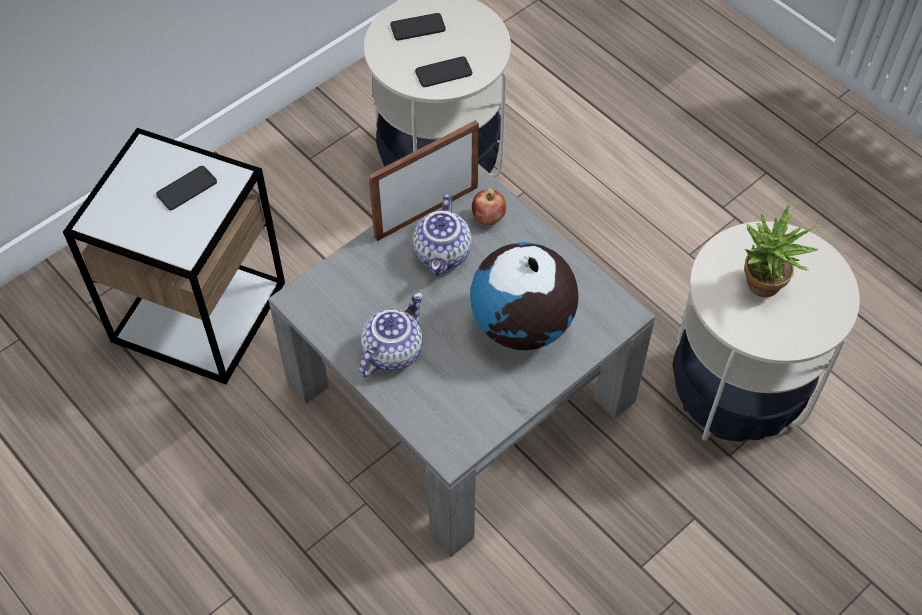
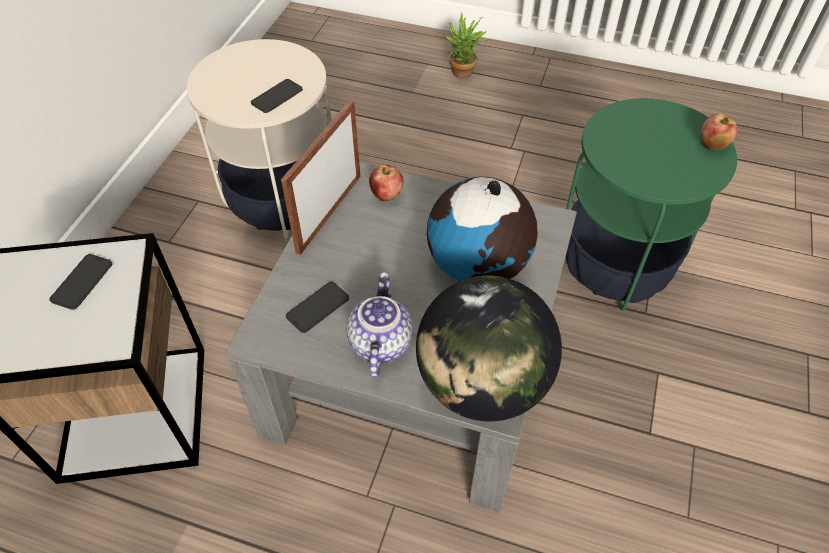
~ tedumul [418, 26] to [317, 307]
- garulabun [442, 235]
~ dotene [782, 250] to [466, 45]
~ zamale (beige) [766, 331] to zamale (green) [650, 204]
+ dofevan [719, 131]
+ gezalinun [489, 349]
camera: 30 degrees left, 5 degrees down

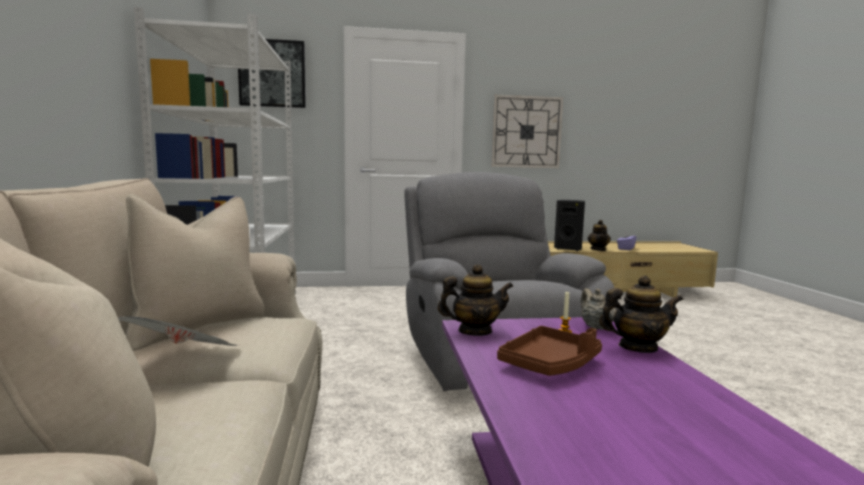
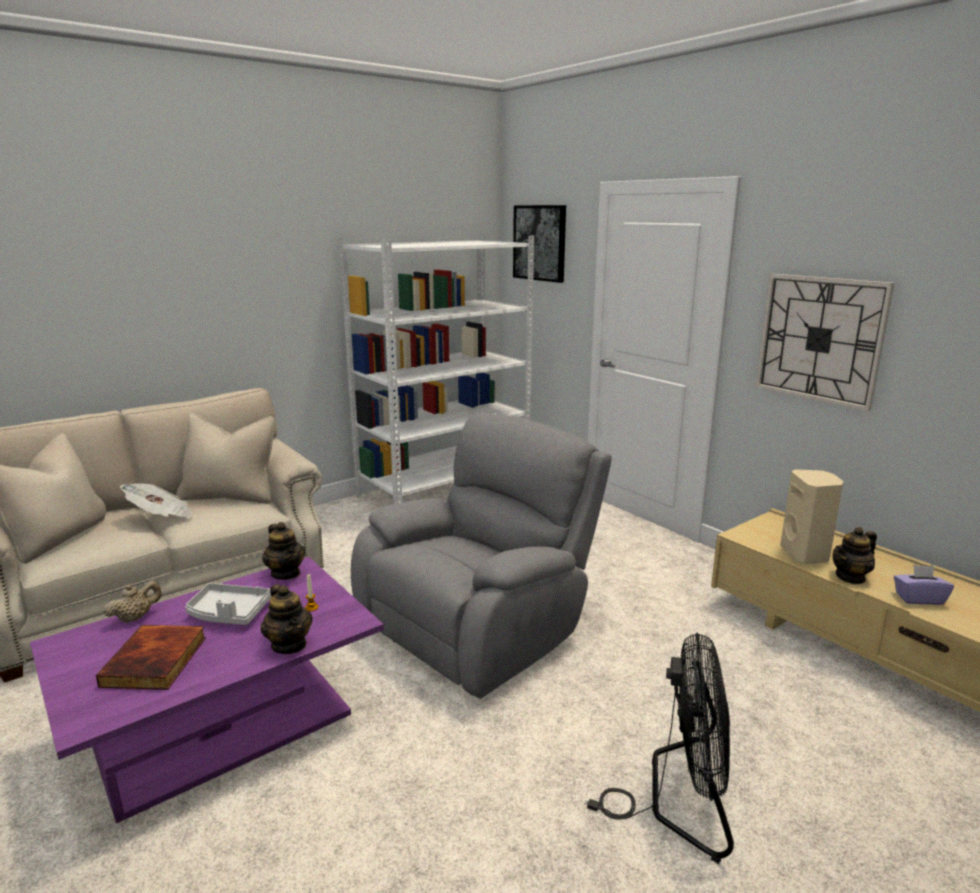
~ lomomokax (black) [569, 225] to lomomokax (beige) [812, 516]
~ garulabun (beige) [598, 309] to [132, 602]
~ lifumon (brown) [549, 351] to lifumon (grey) [228, 604]
+ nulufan [151, 657]
+ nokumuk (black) [659, 748]
camera: 60 degrees right, 10 degrees up

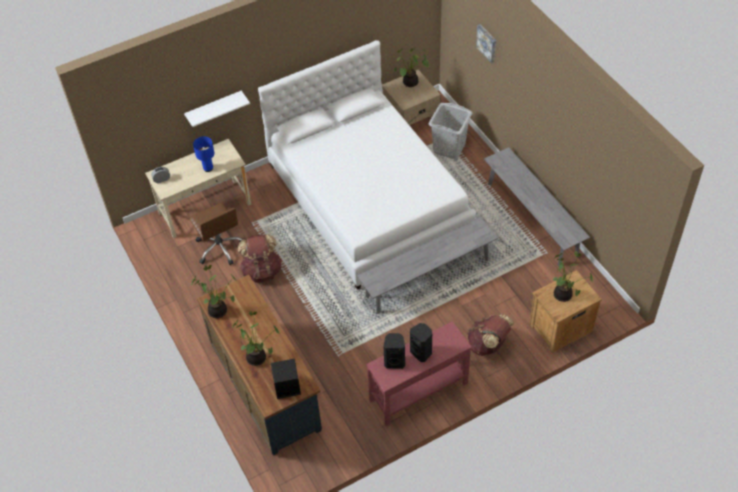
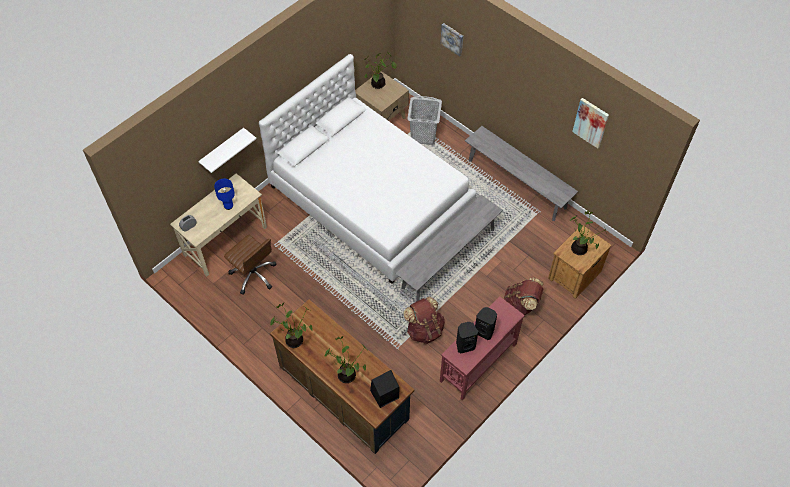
~ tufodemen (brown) [260, 258] to [424, 320]
+ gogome [590, 123]
camera: 20 degrees left, 5 degrees up

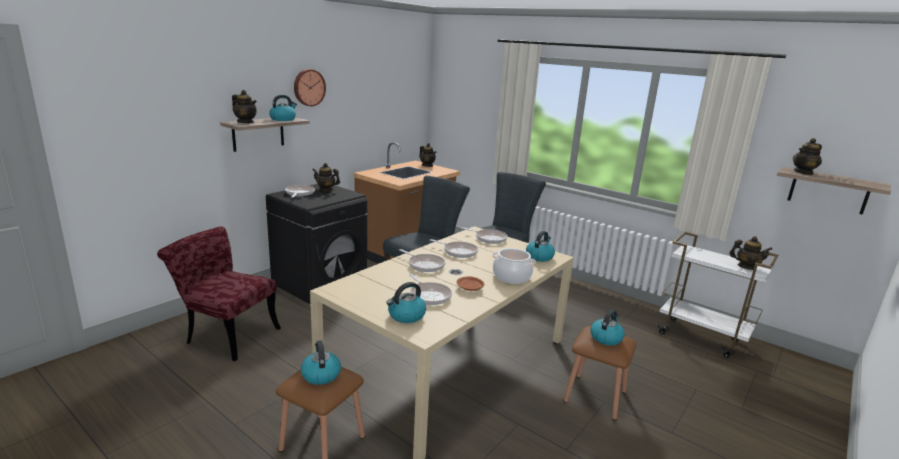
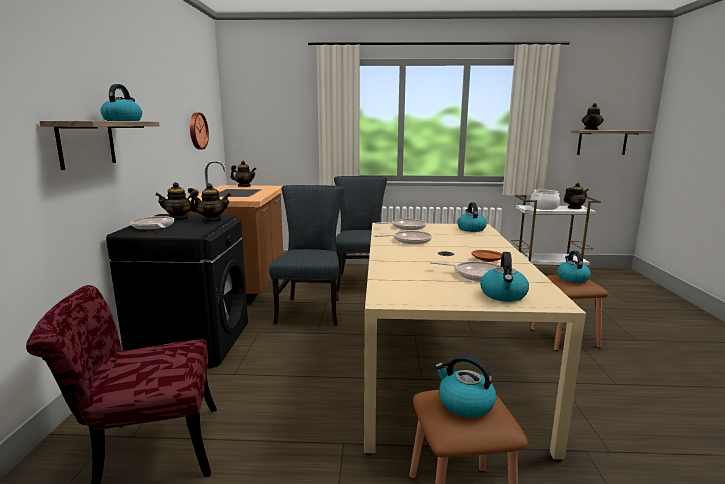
~ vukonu [310, 87] to [199, 131]
~ garulabun [244, 106] to [210, 202]
~ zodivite [514, 266] to [545, 200]
- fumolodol [422, 260]
camera: 35 degrees left, 5 degrees down

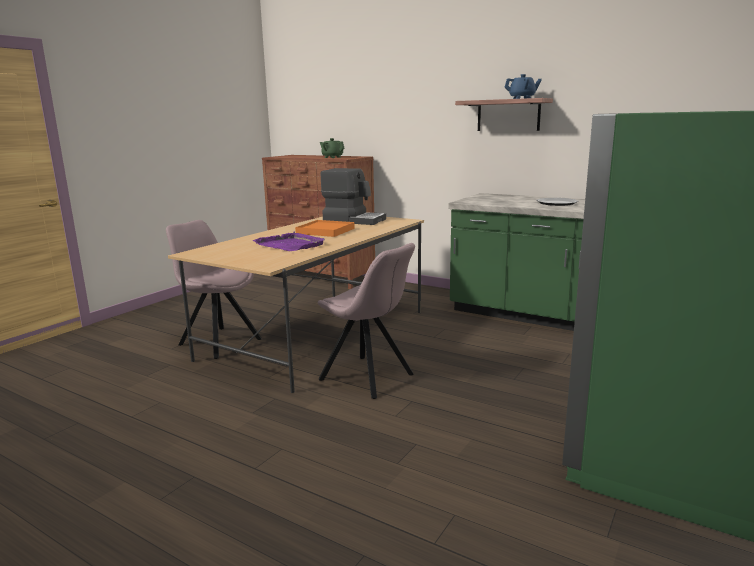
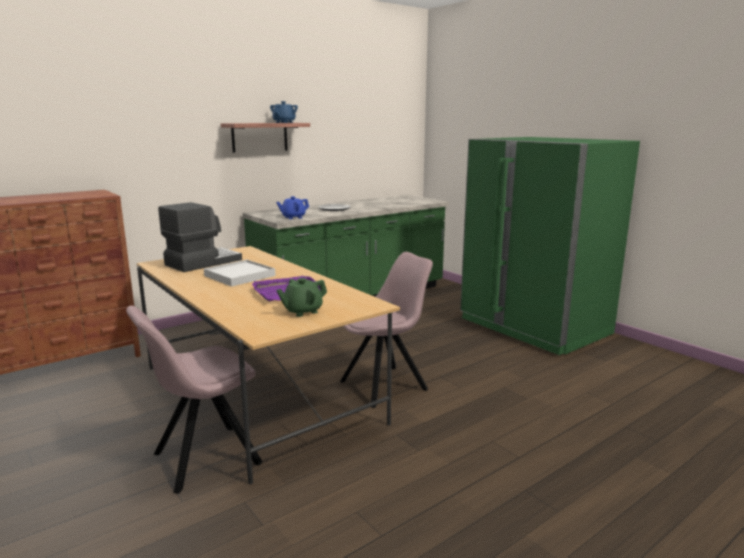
~ garulabun (green) [332, 148] to [301, 297]
~ lifumon (orange) [325, 228] to lifumon (white) [239, 273]
+ garulabun (blue) [292, 207]
camera: 70 degrees left, 0 degrees up

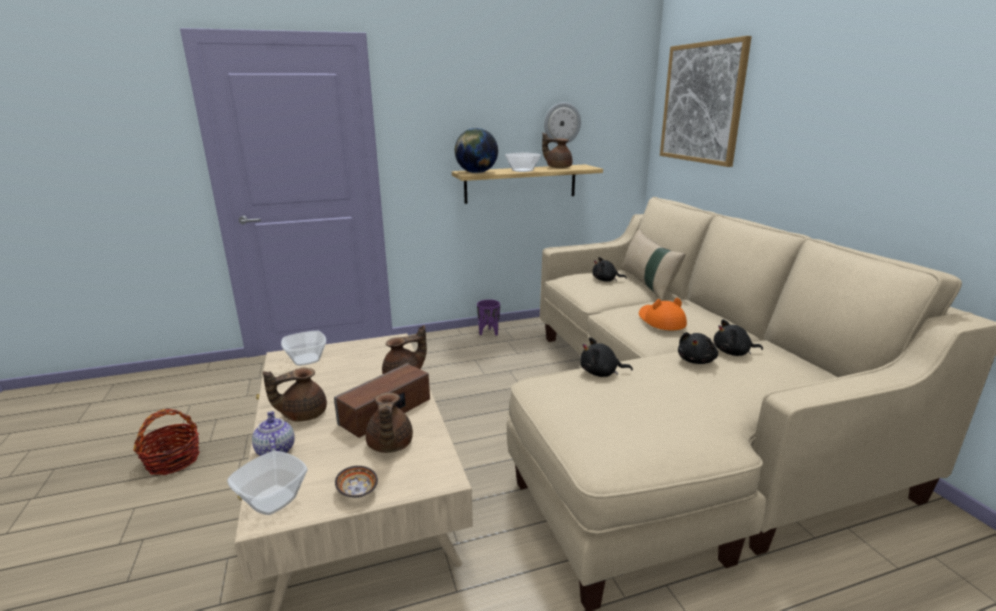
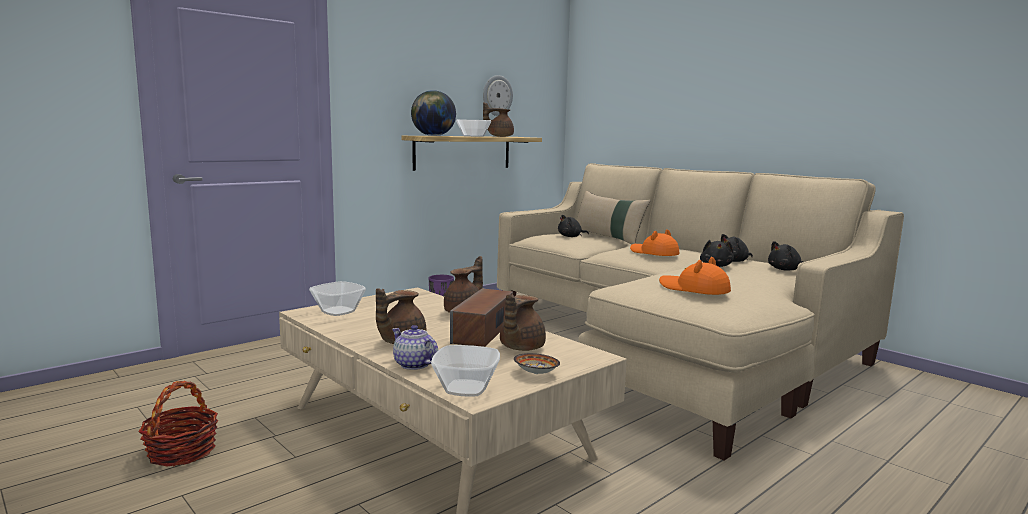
- gogome [706, 101]
~ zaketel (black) [606, 357] to [785, 256]
~ garulabun (brown) [389, 423] = [523, 322] 60 degrees clockwise
+ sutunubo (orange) [695, 276]
camera: 25 degrees left, 10 degrees down

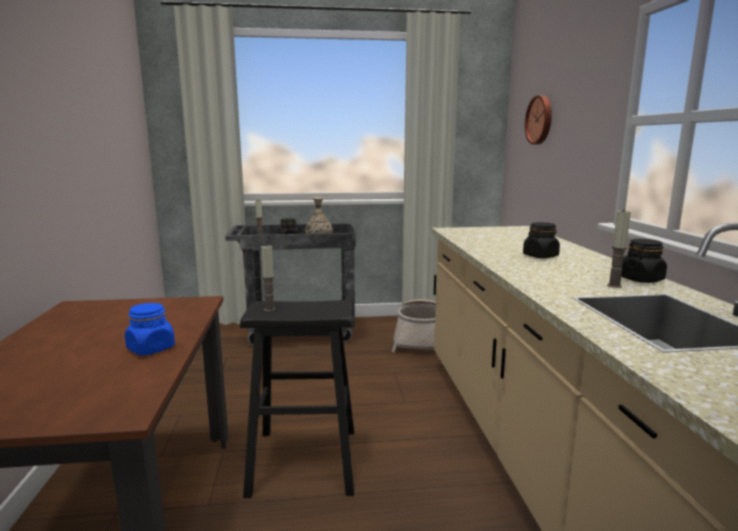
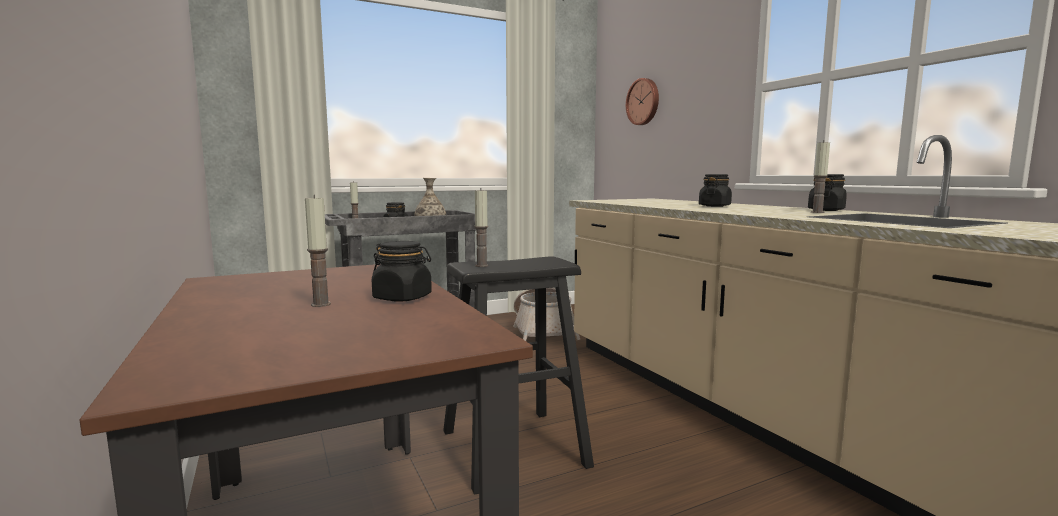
~ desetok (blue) [150, 329] to desetok (black) [402, 271]
+ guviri [318, 251]
camera: 20 degrees left, 5 degrees down

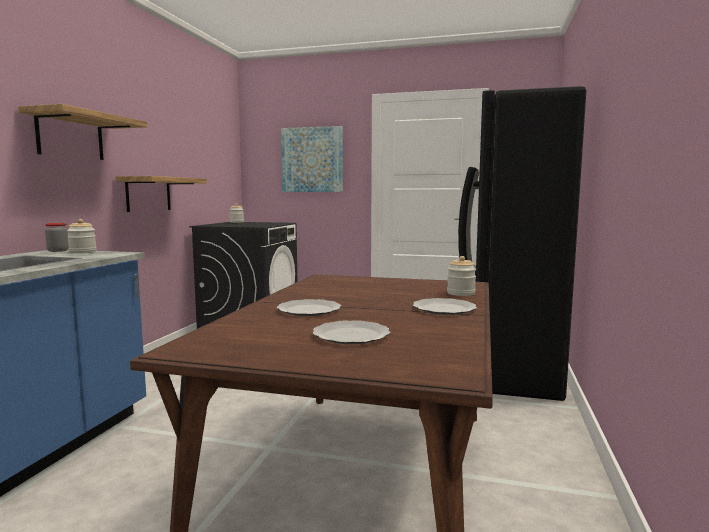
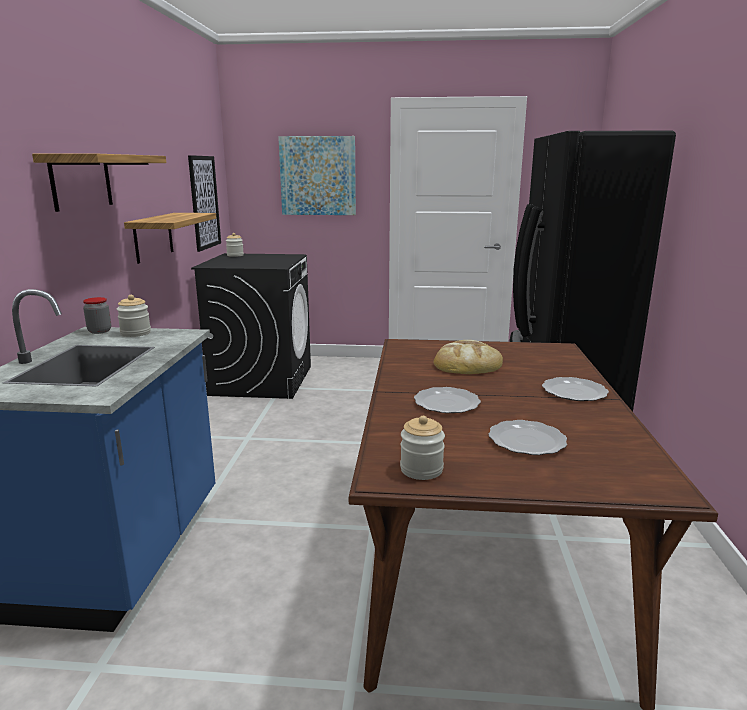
~ desetok [461, 276] to [422, 448]
+ gogome [204, 203]
+ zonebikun [468, 357]
camera: 10 degrees left, 10 degrees up

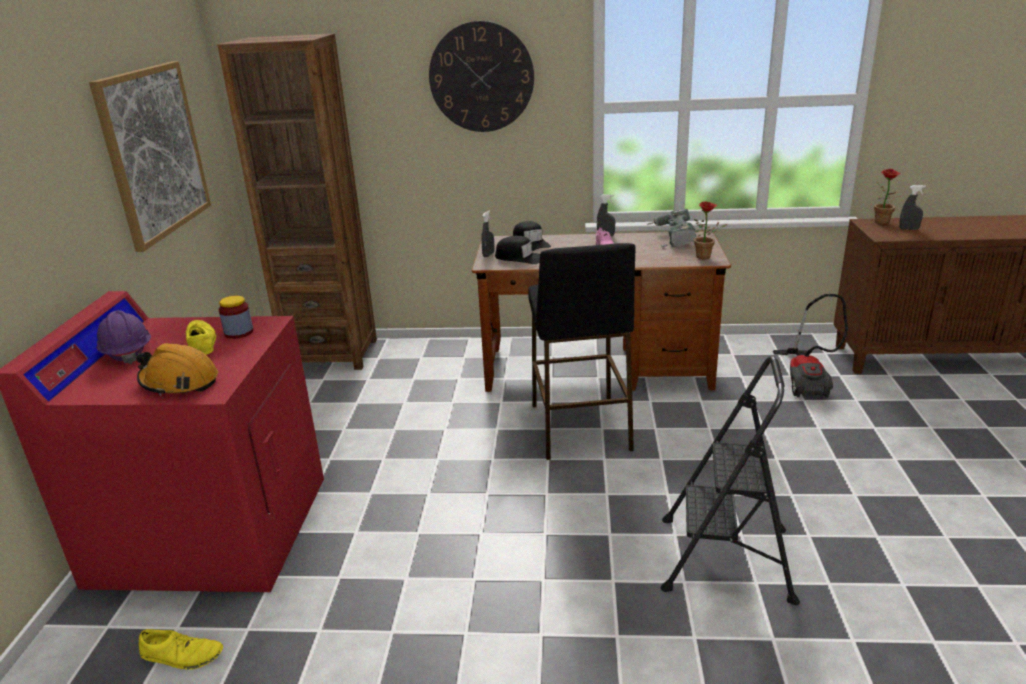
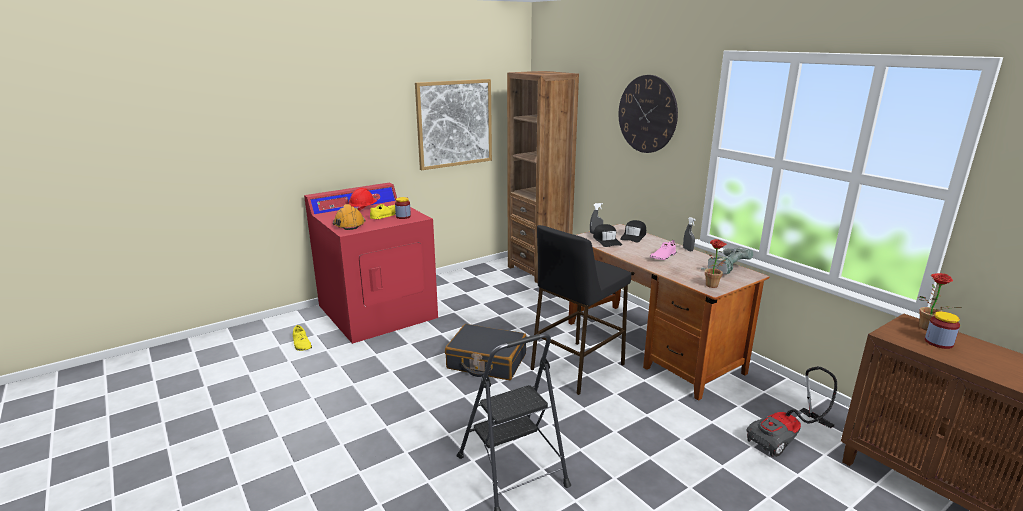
~ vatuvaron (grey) [912, 207] to desetok [942, 330]
~ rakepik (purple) [123, 337] to rakepik (red) [363, 199]
+ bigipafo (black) [485, 352]
camera: 50 degrees right, 5 degrees down

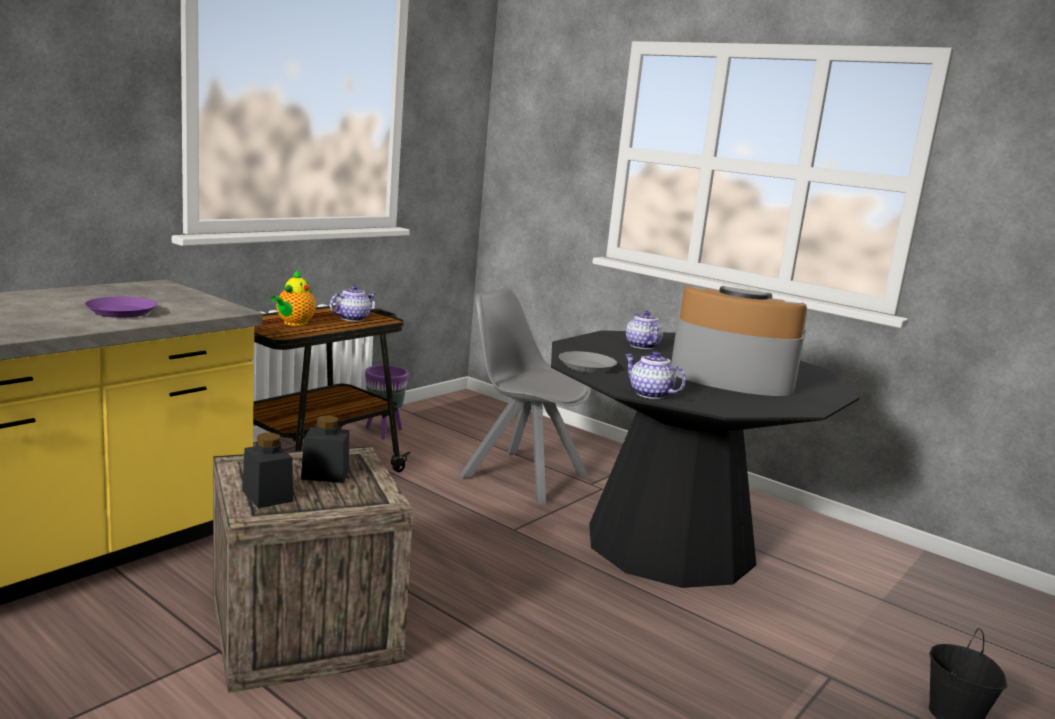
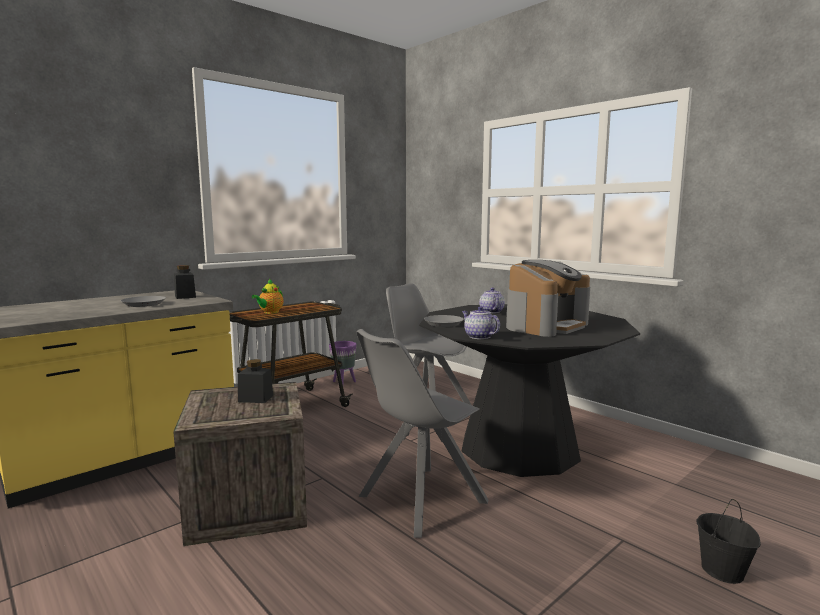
- garulabun [353, 303]
~ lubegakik [739, 340] = [548, 298] 105 degrees clockwise
~ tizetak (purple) [121, 307] to tizetak (grey) [143, 301]
~ desetok (black) [267, 470] to [185, 282]
+ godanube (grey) [422, 433]
camera: 10 degrees right, 5 degrees down

